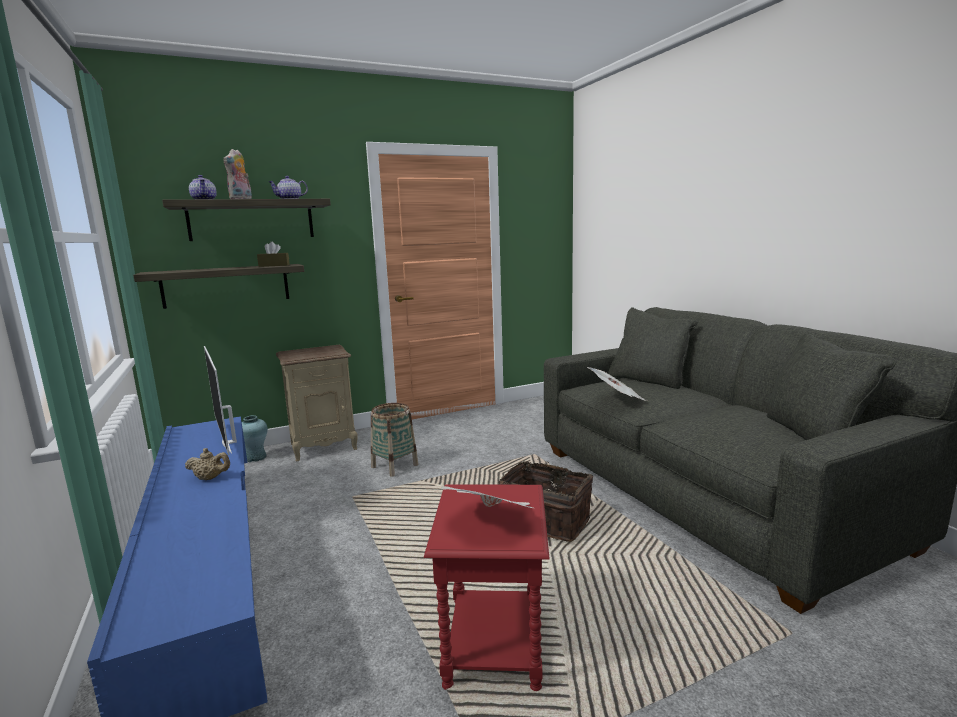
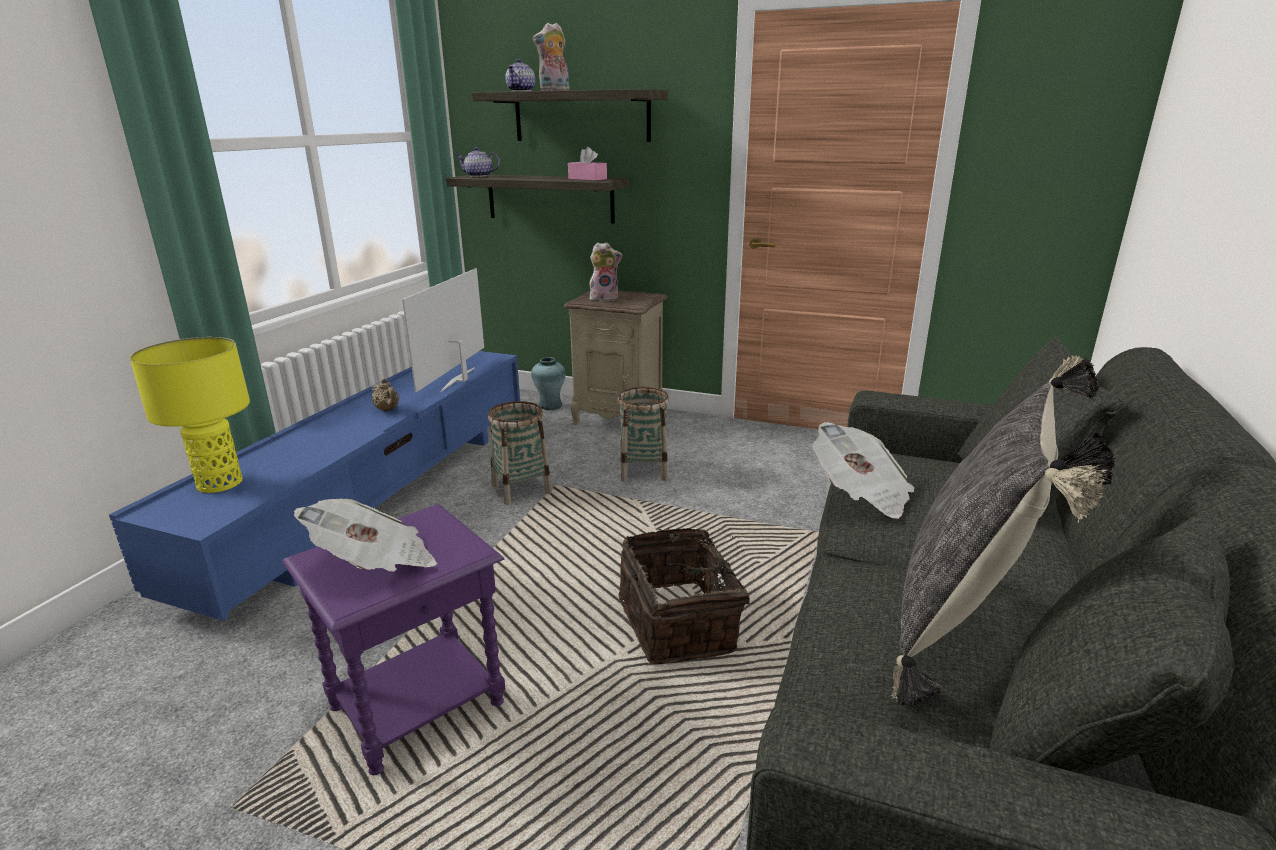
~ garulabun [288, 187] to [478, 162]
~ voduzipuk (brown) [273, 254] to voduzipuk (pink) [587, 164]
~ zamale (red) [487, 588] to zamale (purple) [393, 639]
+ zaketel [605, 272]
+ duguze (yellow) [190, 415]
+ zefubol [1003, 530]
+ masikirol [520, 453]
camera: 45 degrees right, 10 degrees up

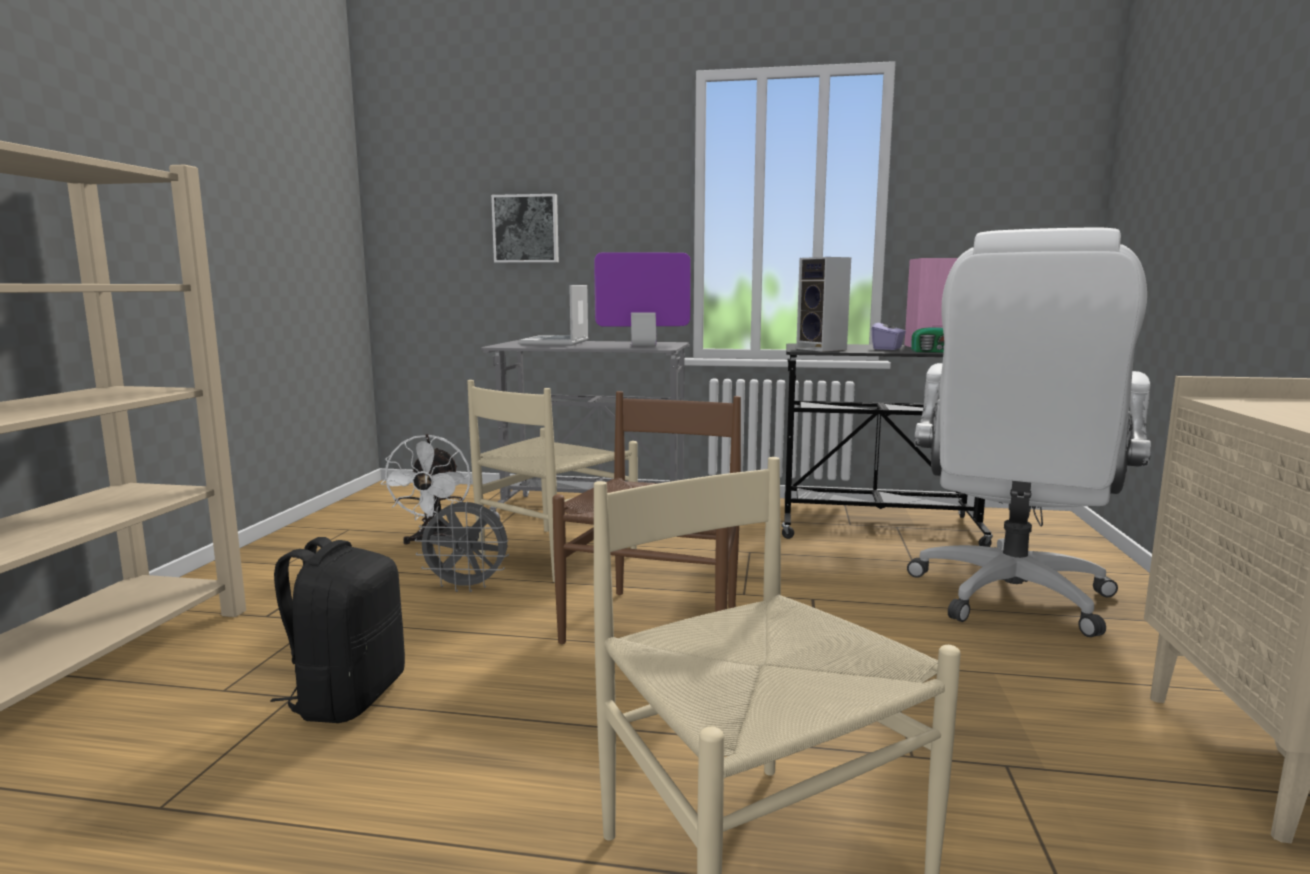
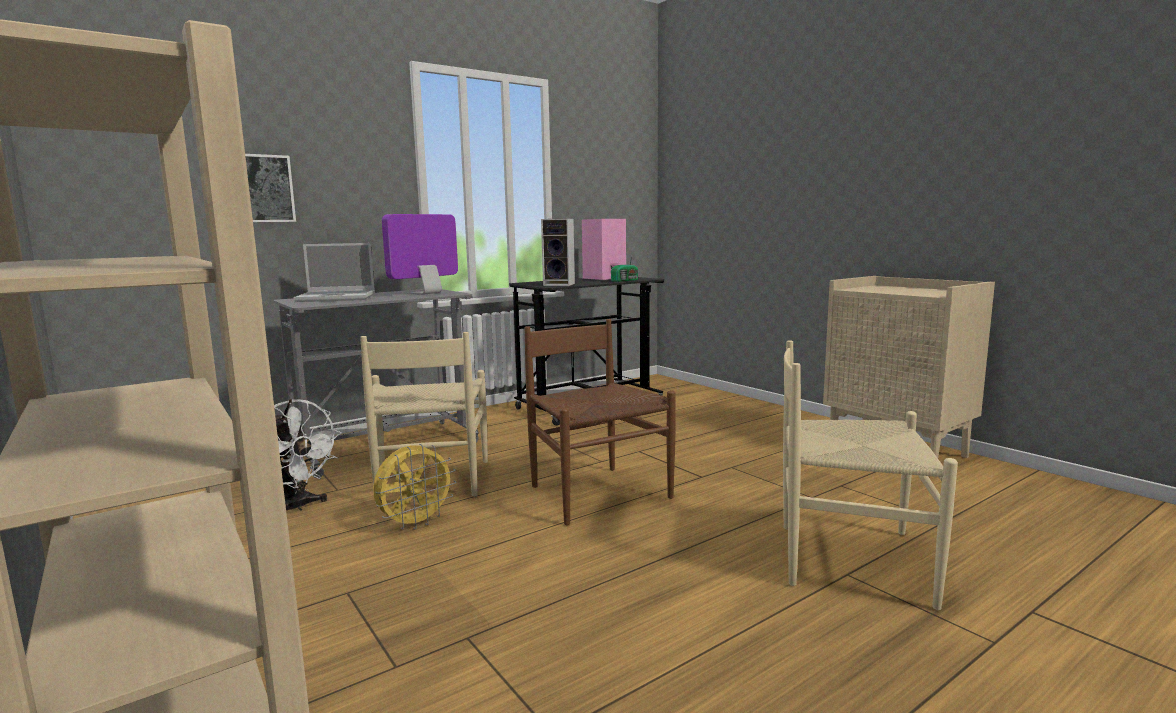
- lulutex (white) [1029, 432]
~ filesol [554, 315] = [334, 272] 60 degrees counterclockwise
- voduzipuk (purple) [889, 333]
~ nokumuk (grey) [462, 547] to nokumuk (yellow) [414, 486]
- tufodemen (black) [337, 630]
camera: 45 degrees left, 0 degrees up

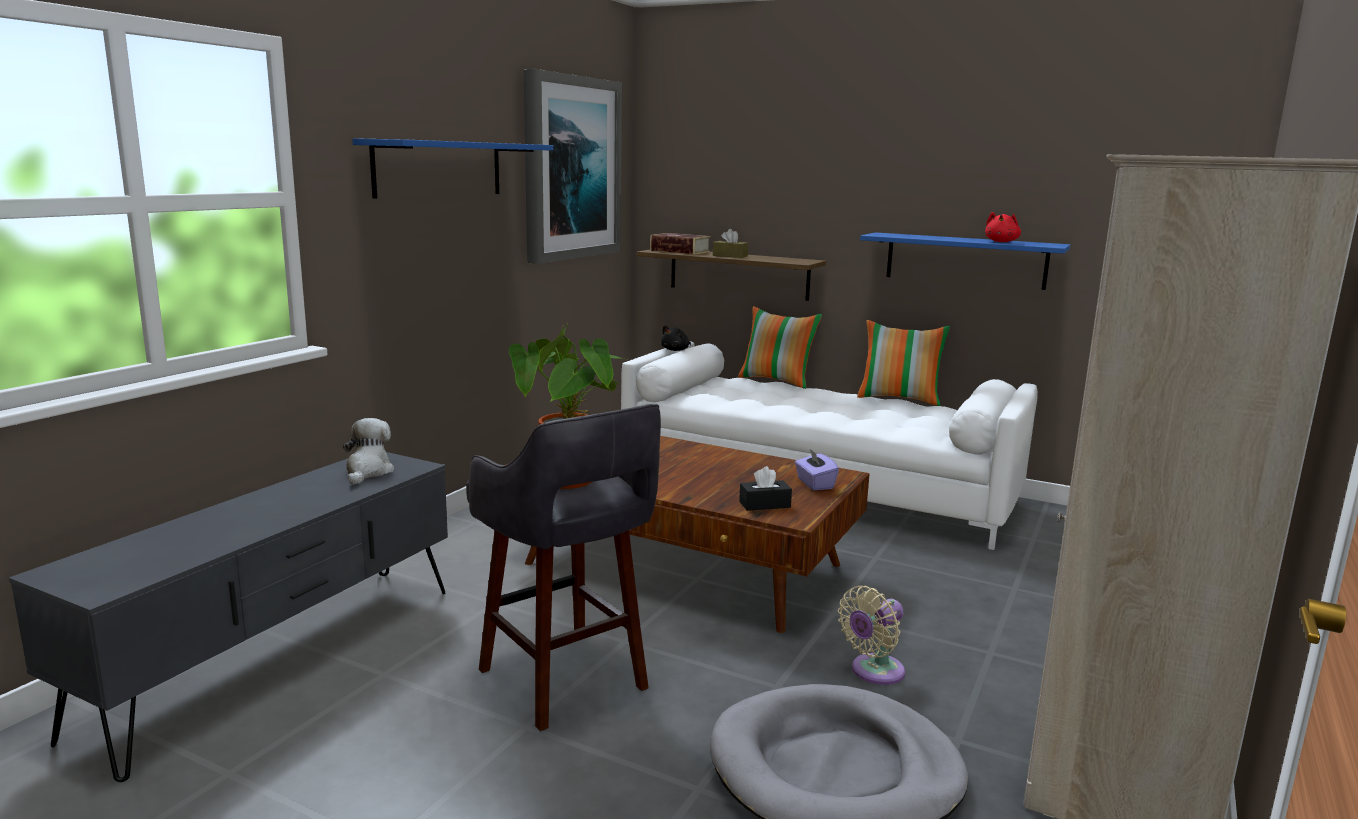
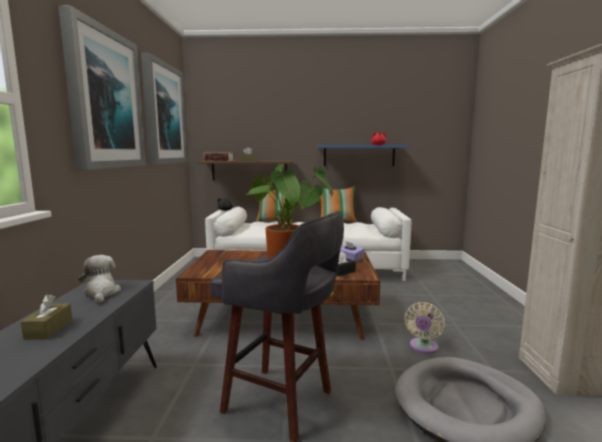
~ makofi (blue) [452, 168] to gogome [102, 87]
+ voduzipuk (brown) [46, 317]
camera: 25 degrees left, 5 degrees down

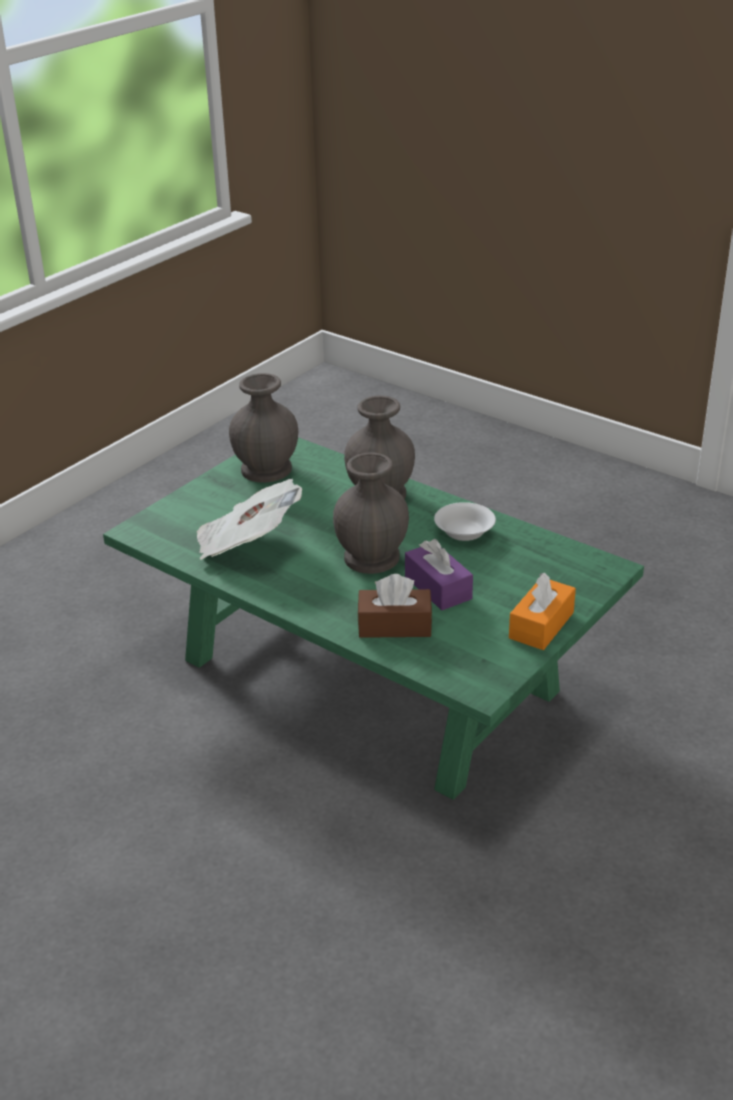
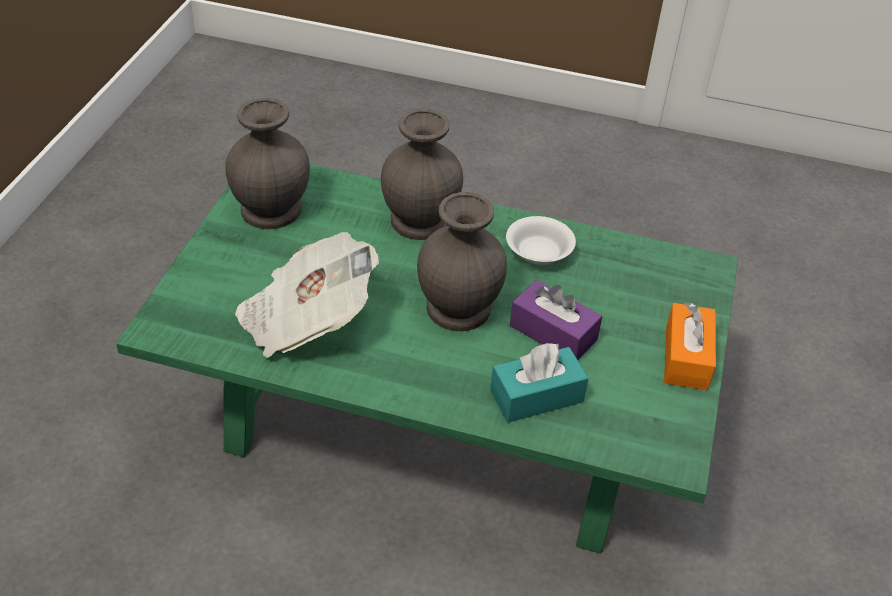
~ voduzipuk (brown) [395, 606] to voduzipuk (turquoise) [539, 383]
camera: 25 degrees left, 10 degrees up

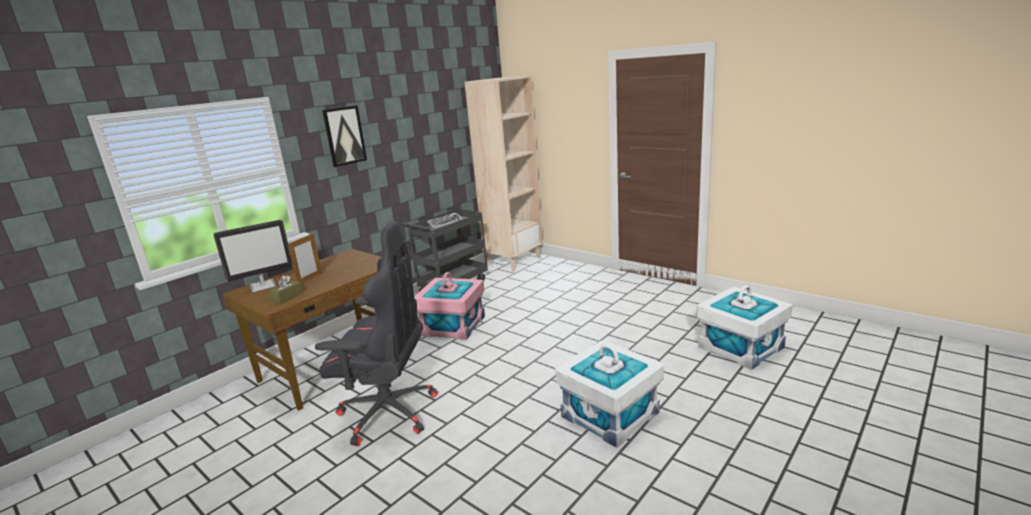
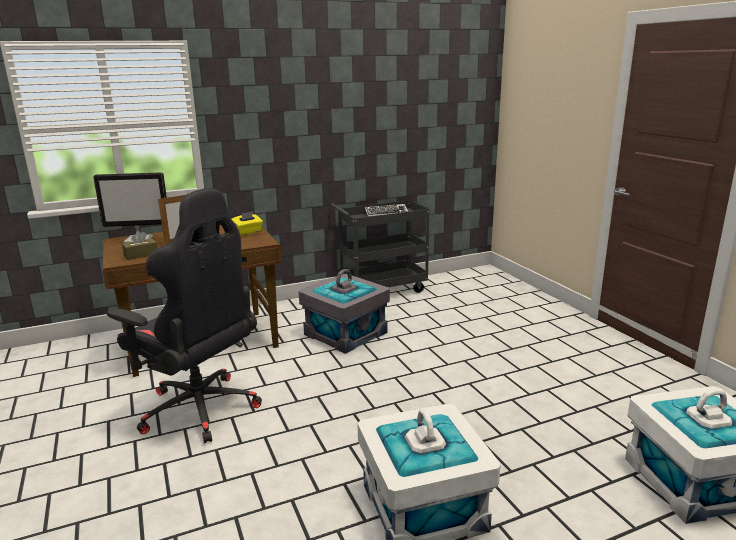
- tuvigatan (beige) [503, 174]
- gogome [344, 136]
~ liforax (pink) [449, 306] to liforax (grey) [344, 311]
+ voduzipuk (yellow) [247, 223]
camera: 25 degrees right, 0 degrees up

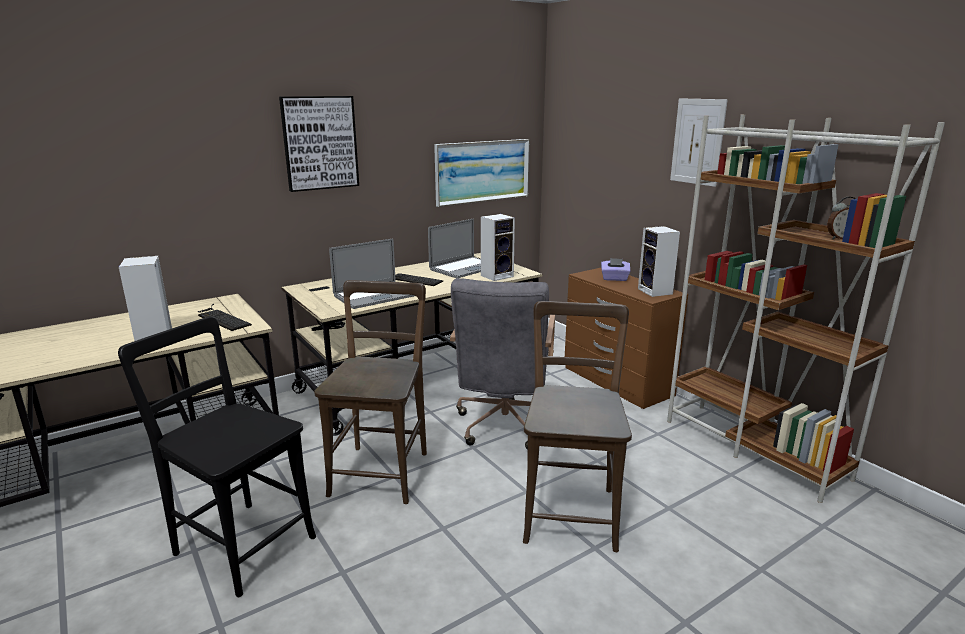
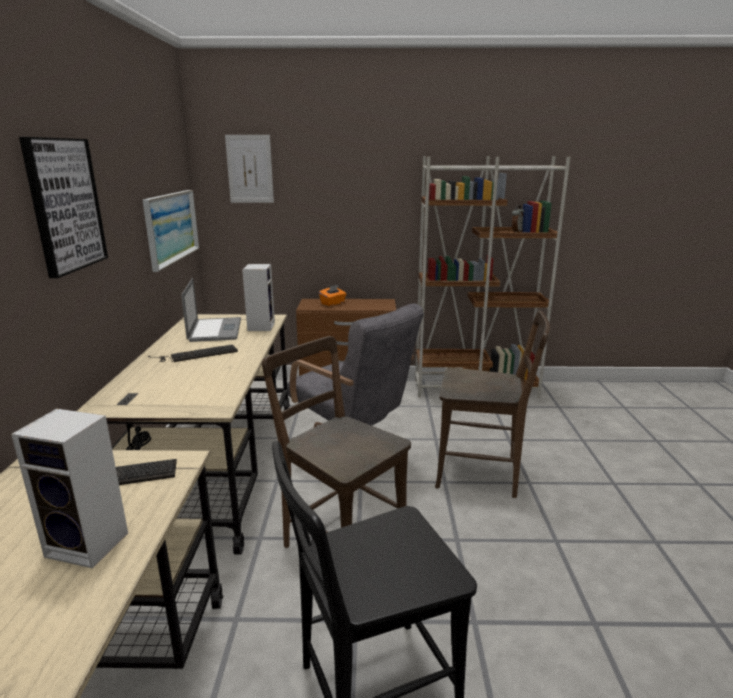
~ gogome [699, 142] to [249, 169]
- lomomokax [659, 261]
- filesol [372, 273]
~ voduzipuk (purple) [616, 269] to voduzipuk (orange) [332, 295]
~ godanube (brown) [577, 426] = [492, 404] 150 degrees clockwise
camera: 55 degrees left, 0 degrees up

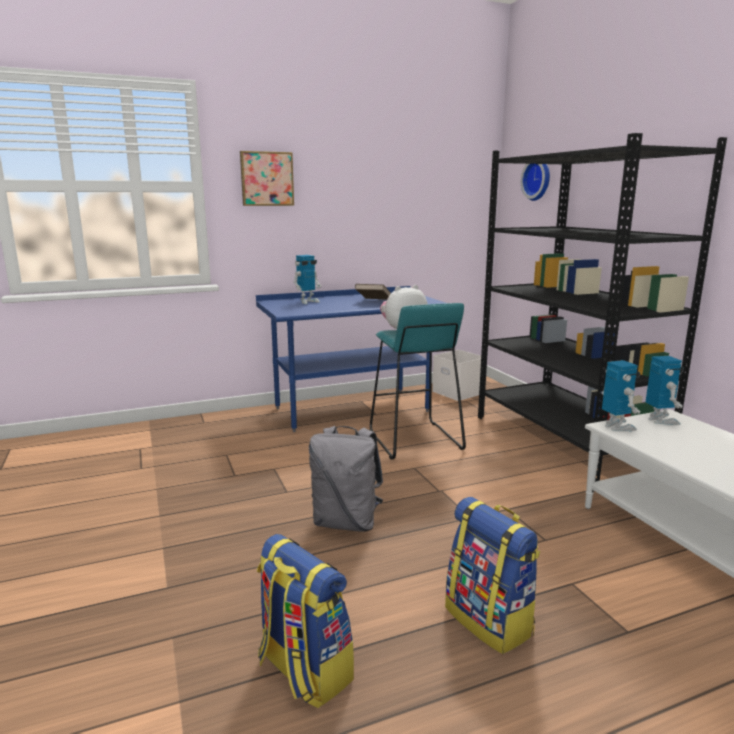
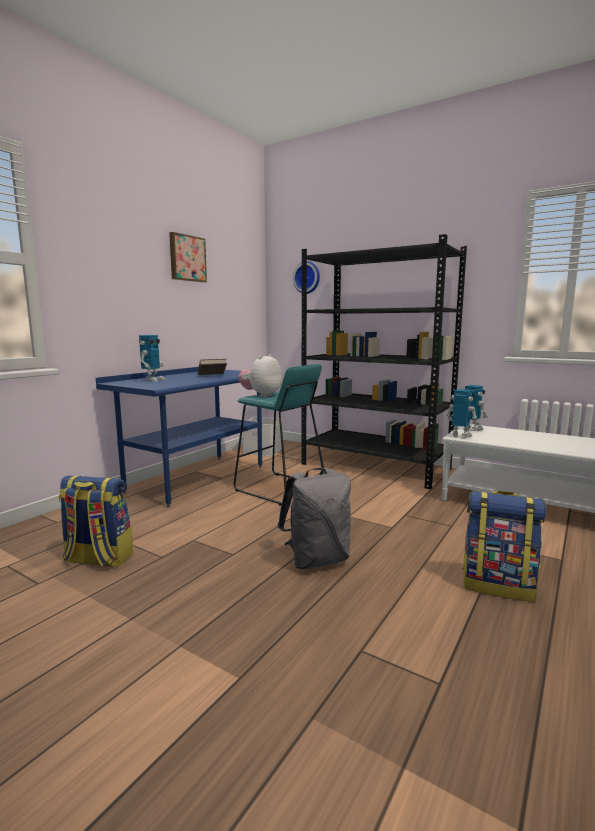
~ gogome [267, 178] to [188, 257]
~ tufodemen [305, 621] to [95, 521]
camera: 35 degrees left, 5 degrees down

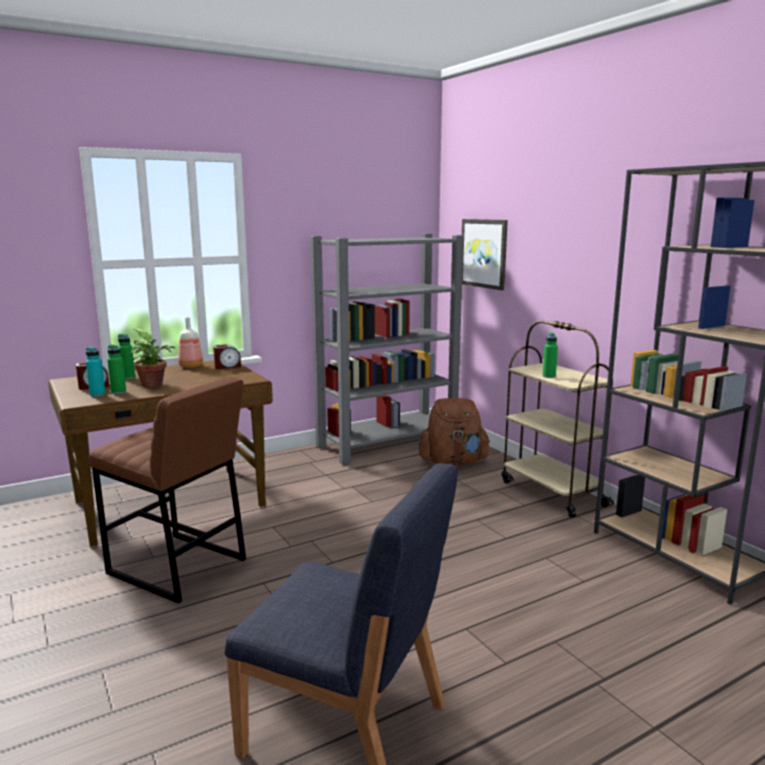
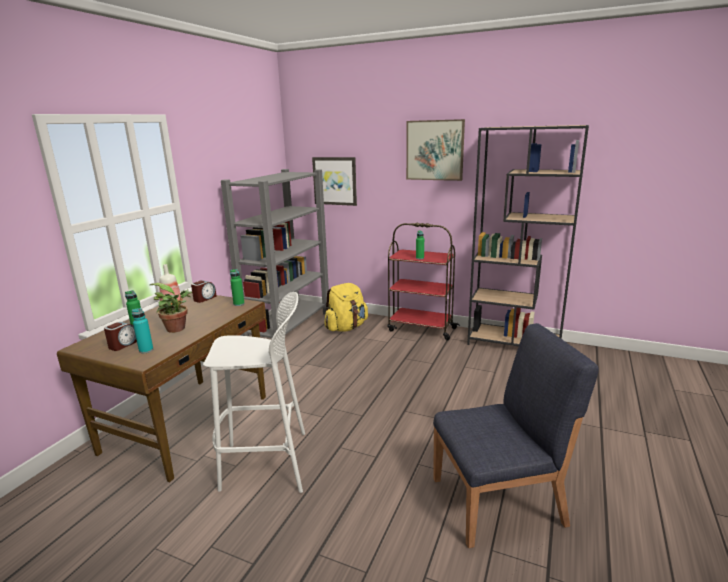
~ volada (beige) [557, 419] to volada (red) [423, 281]
~ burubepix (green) [116, 369] to [237, 287]
~ godanube (brown) [167, 490] to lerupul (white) [254, 392]
~ tufodemen (brown) [455, 432] to tufodemen (yellow) [346, 307]
+ gogome [435, 150]
camera: 35 degrees left, 5 degrees up

